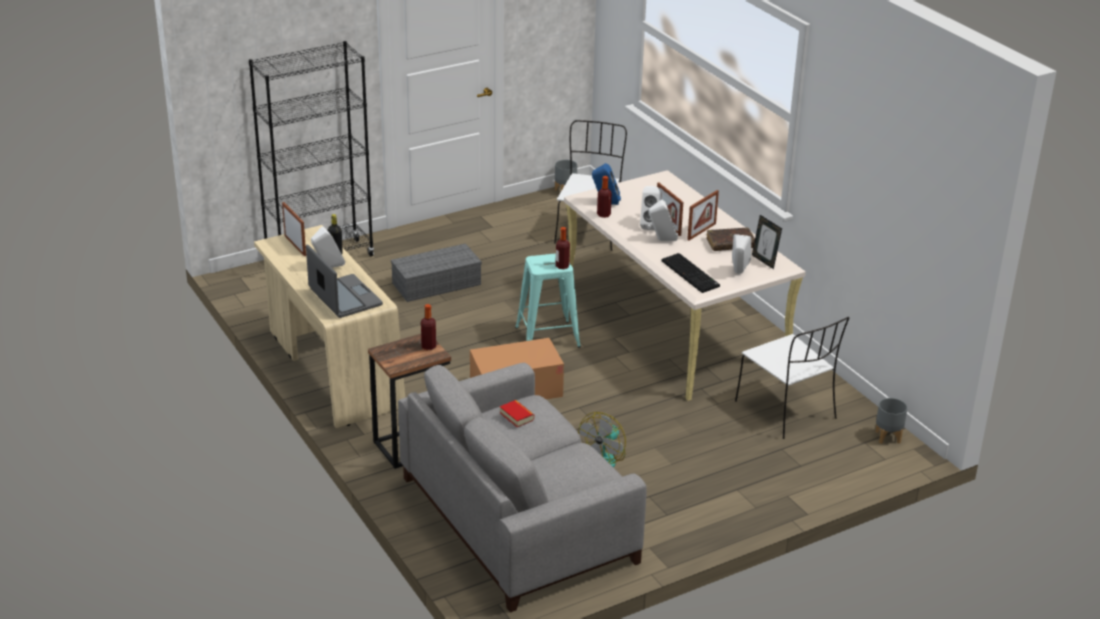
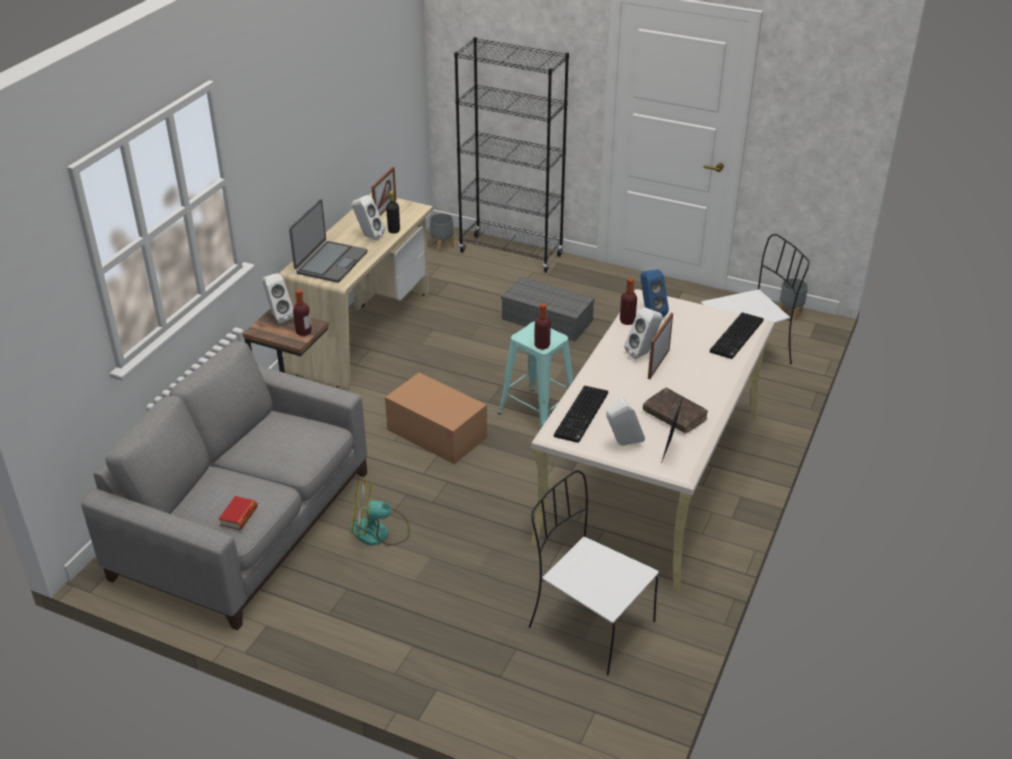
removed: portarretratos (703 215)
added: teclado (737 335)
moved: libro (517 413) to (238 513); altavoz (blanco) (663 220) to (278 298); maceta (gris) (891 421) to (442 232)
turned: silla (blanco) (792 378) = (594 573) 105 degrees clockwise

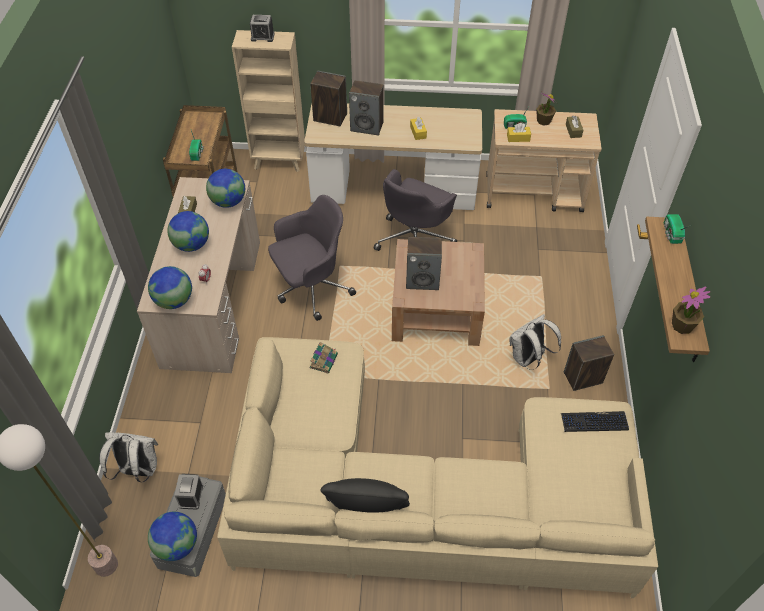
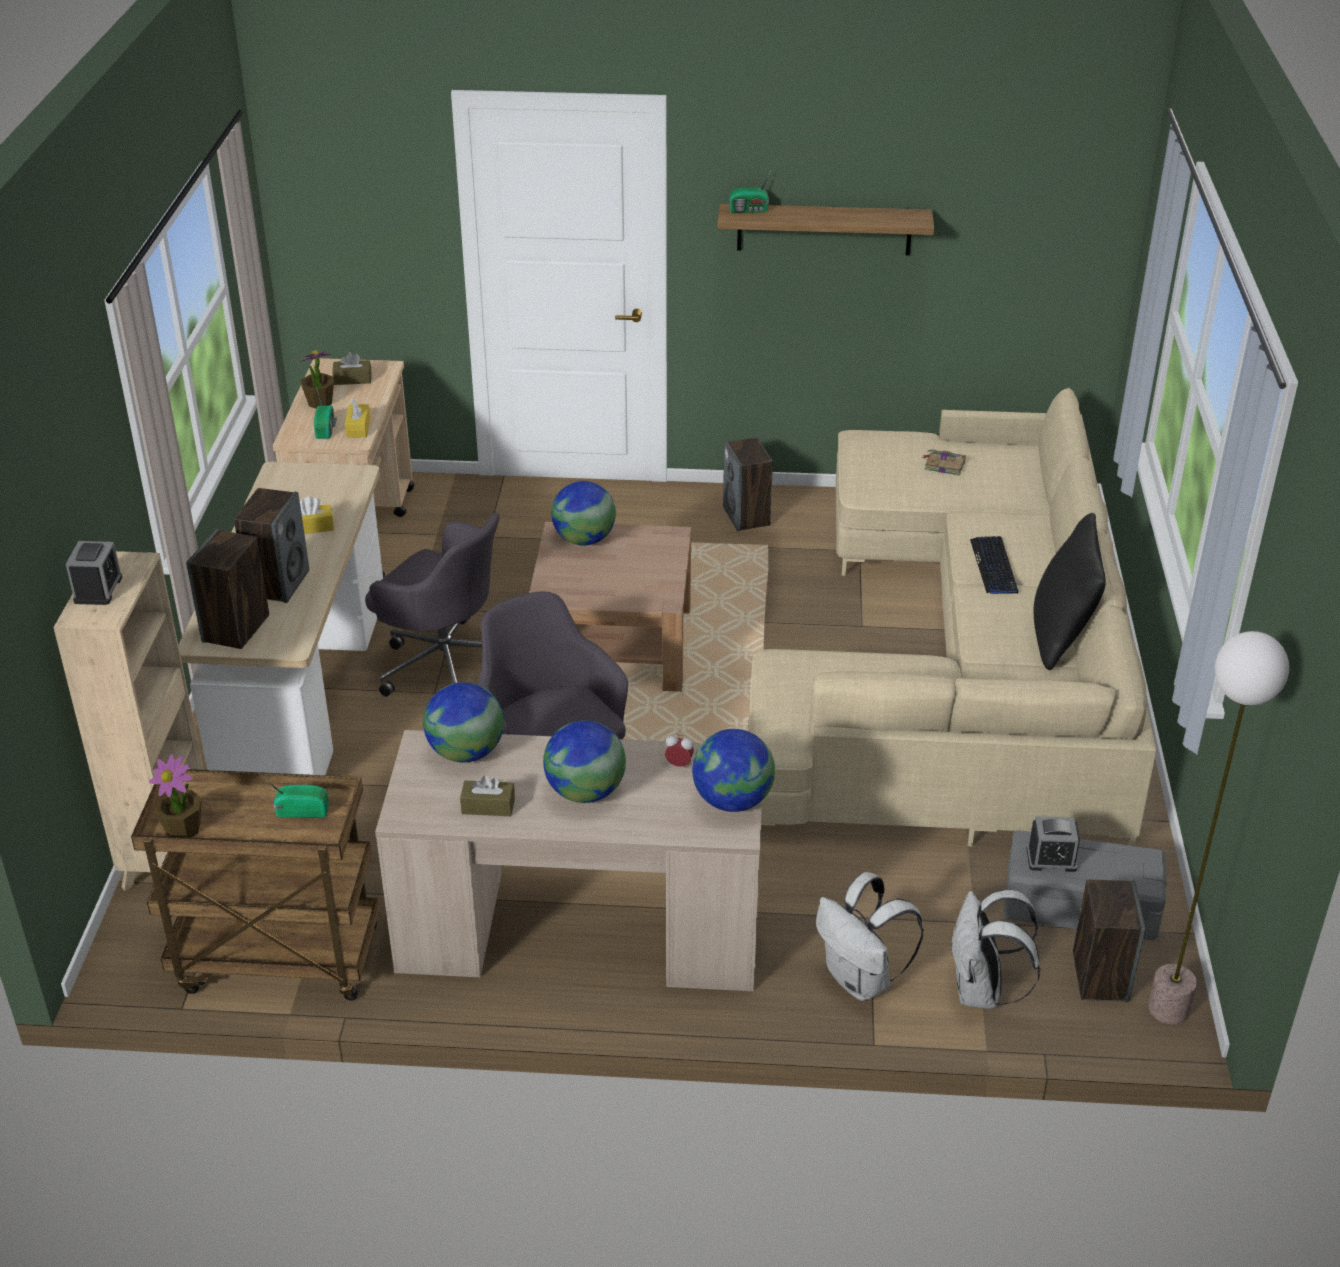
moved: globo terráqueo (172 536) to (583 513); libro (324 357) to (944 462); altavoz (424 263) to (1109 941); mochila (blanco) (535 342) to (870 936); teclado (595 421) to (994 565); planta en maceta (691 310) to (175 795)

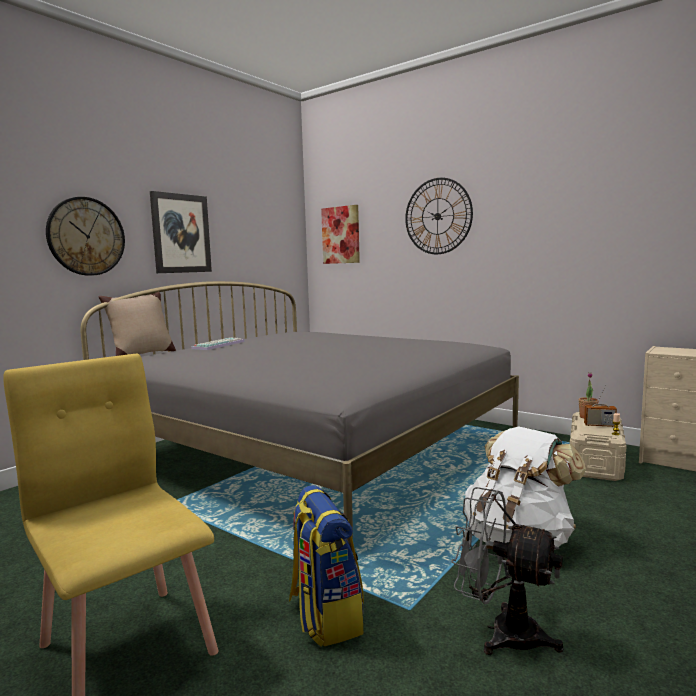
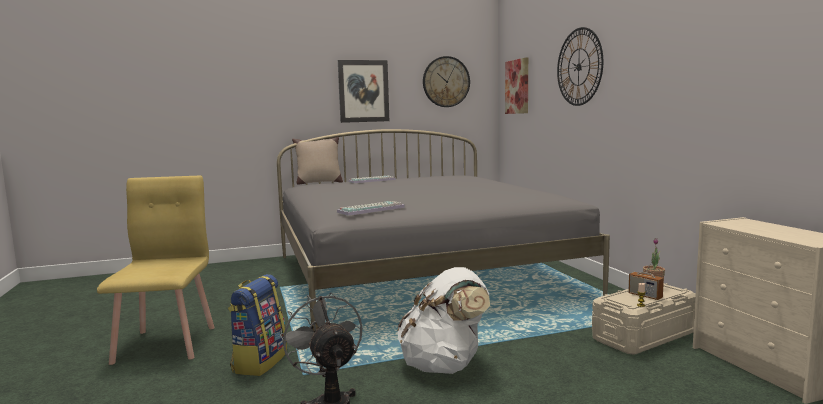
added: teclado (371 208)
moved: reloj de pared (85 236) to (446 81)

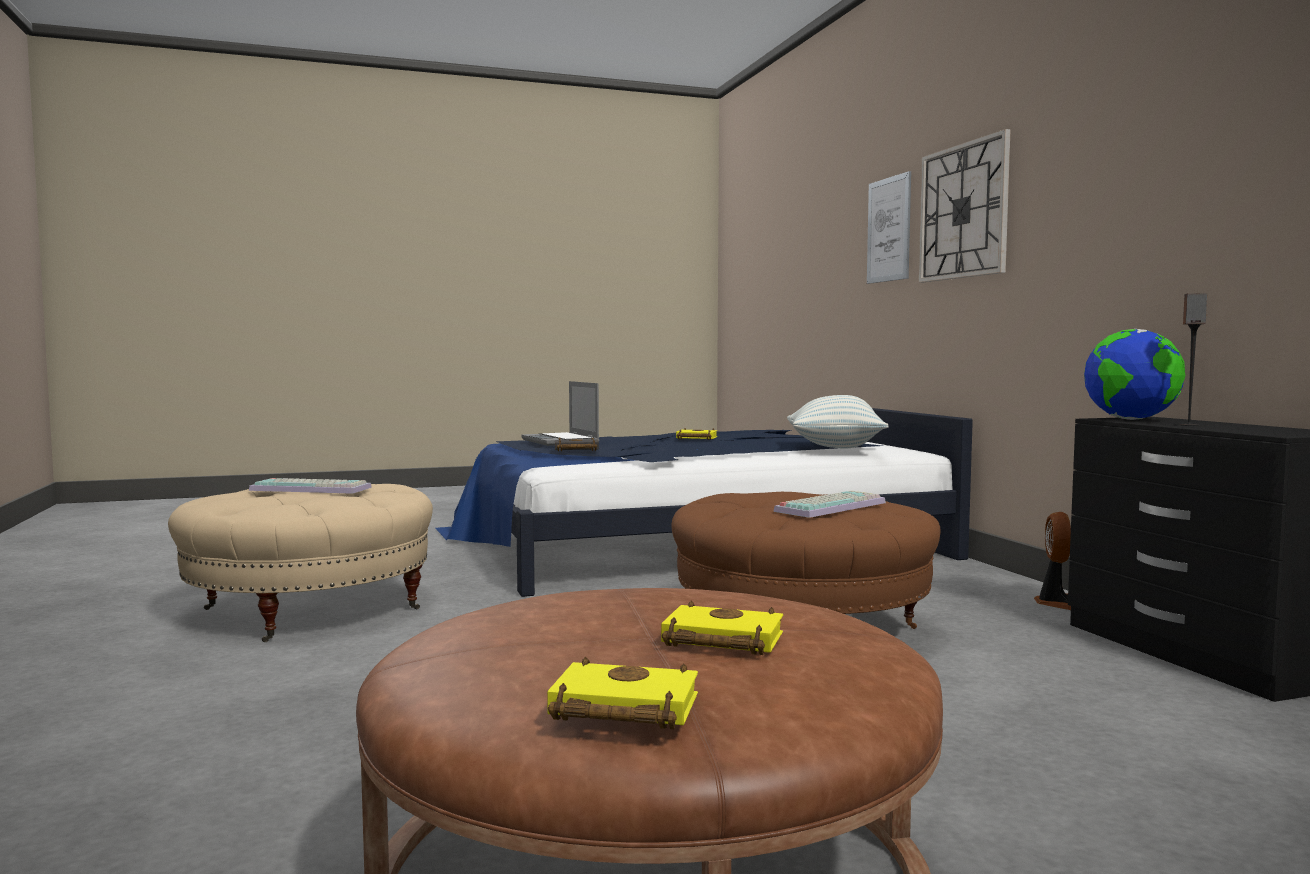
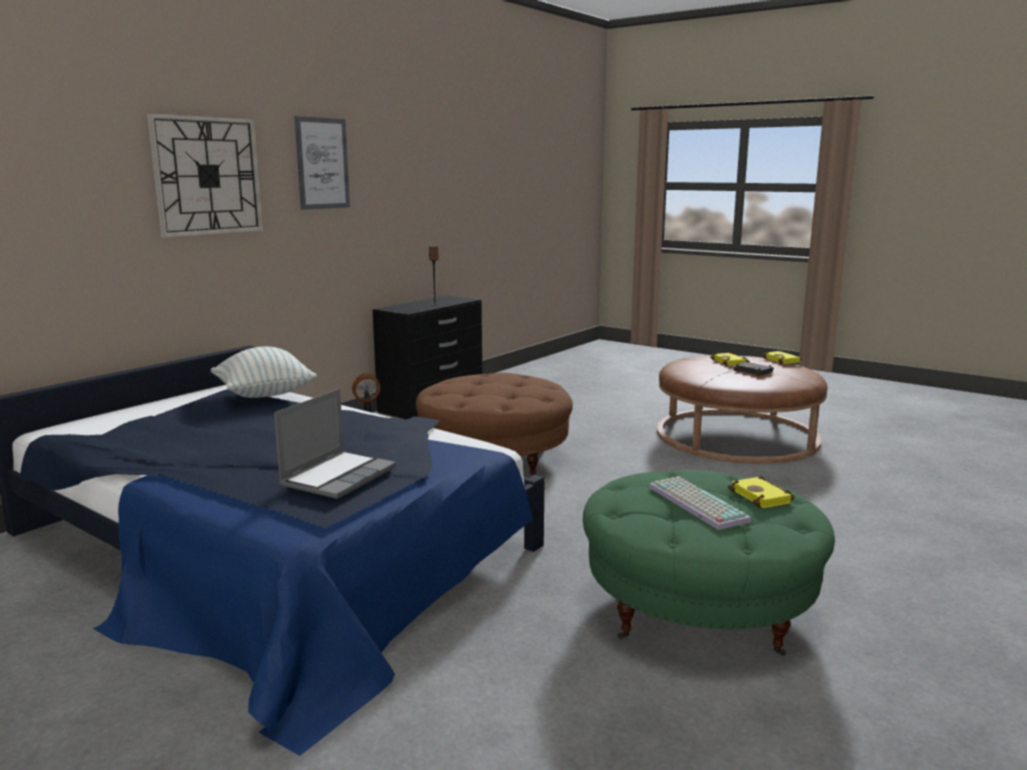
removed: teclado (829 504); globo terráqueo (1134 374)
moved: libro (negro) (577 444) to (753 368); libro (amarillo) (696 434) to (761 492); cuadro (889 227) to (322 163)
recoloured: puf (beis) (300 563) to puf (verde) (709 563)

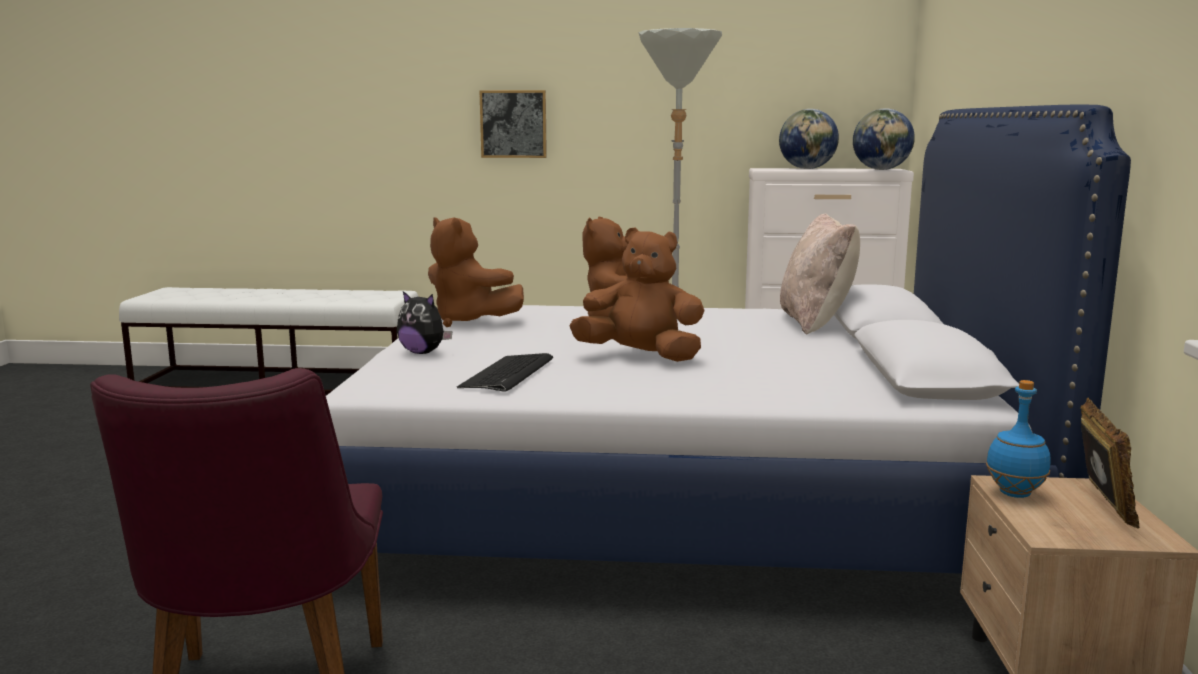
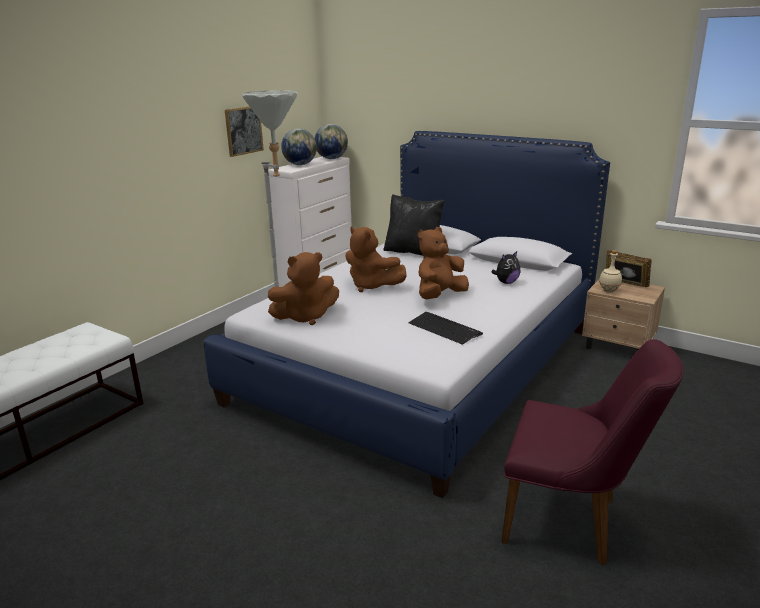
moved: peluche (425 322) to (506 267); cuadro (513 124) to (244 132)
recoloured: cojín (beis) (820 274) to cojín (negro) (413 225); botella (azul) (1018 439) to botella (beis) (610 271)

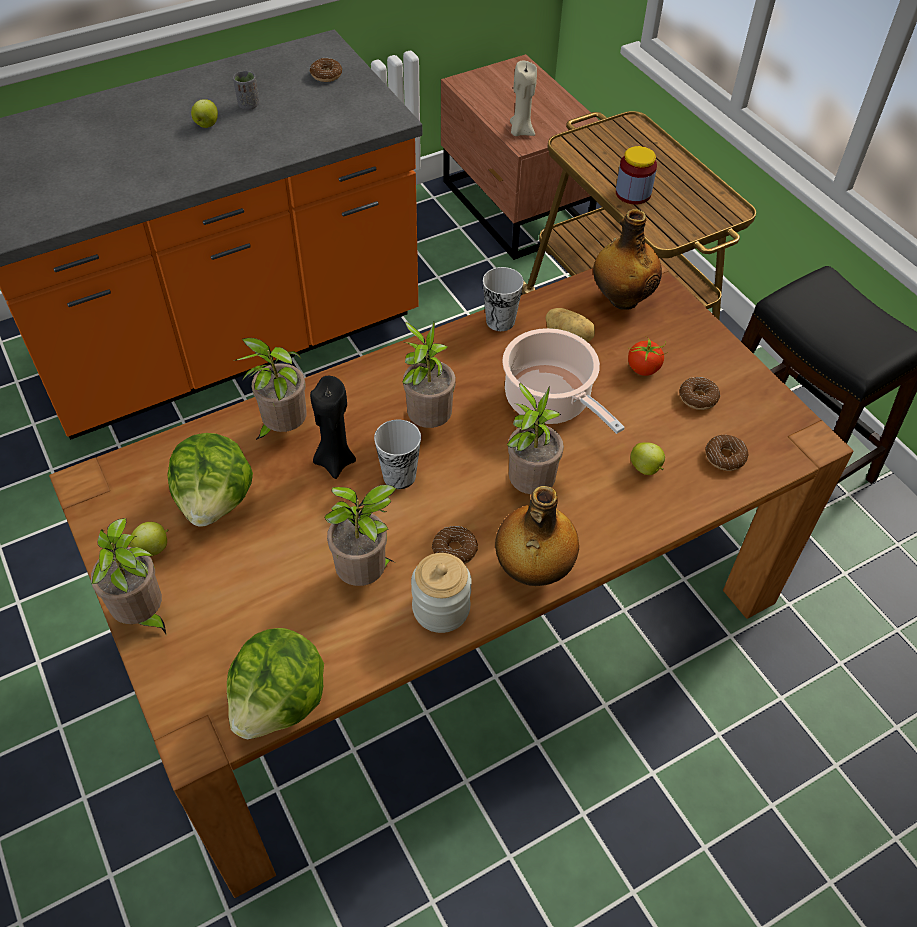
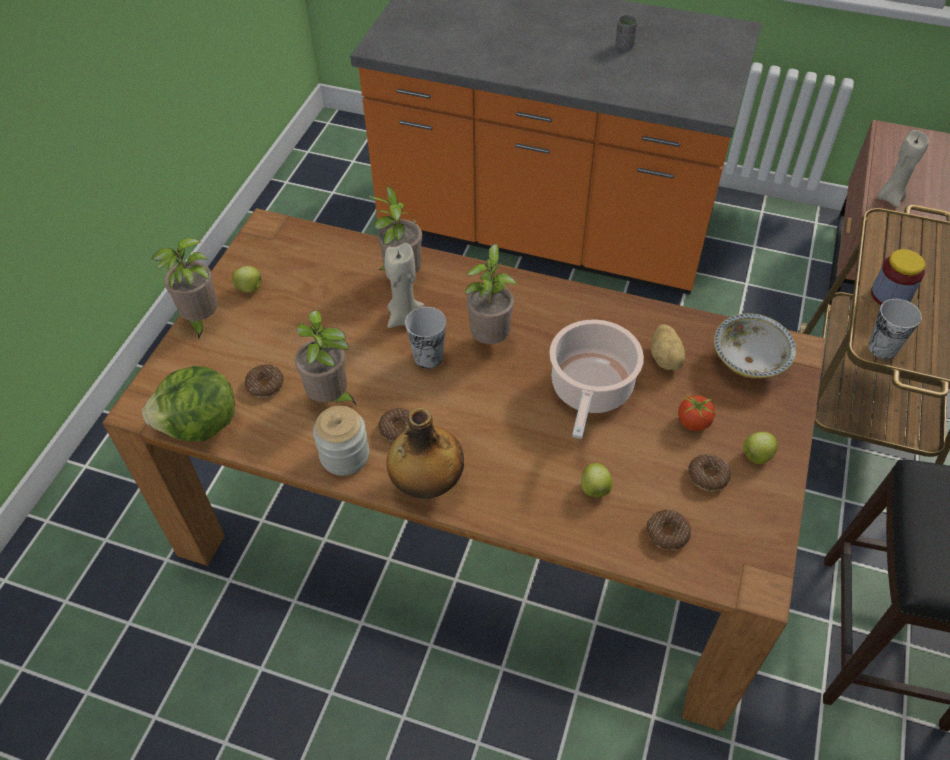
removed: lechuga (210 480); planta en maceta (535 439)
moved: manzana (204 113) to (760 448); rosquilla (326 70) to (264 381); taza (503 299) to (895 329)
replaced: botella (627 259) to cuenco (755 345)
recoloured: vela (negro) (333 427) to vela (beis) (405 285)

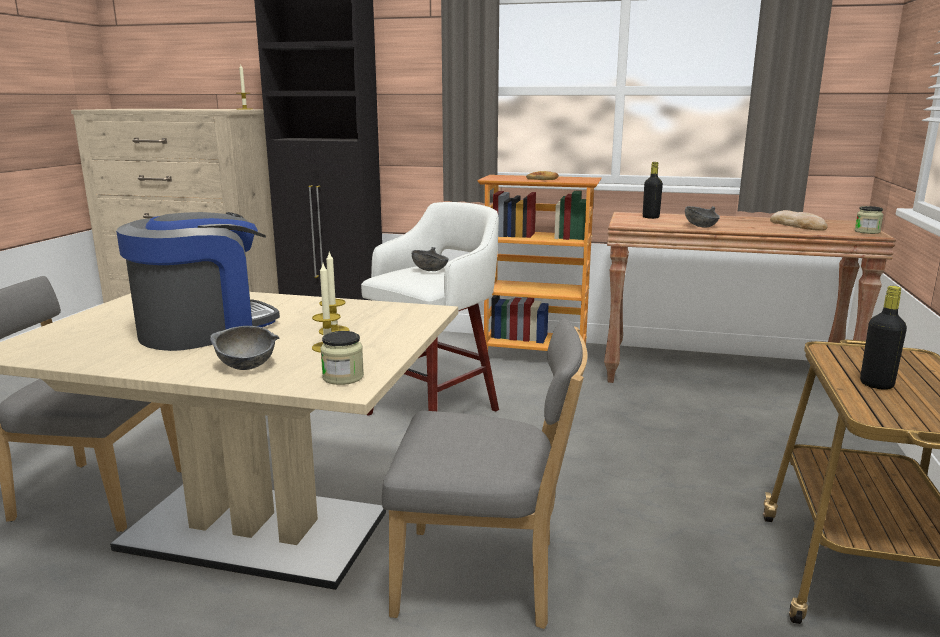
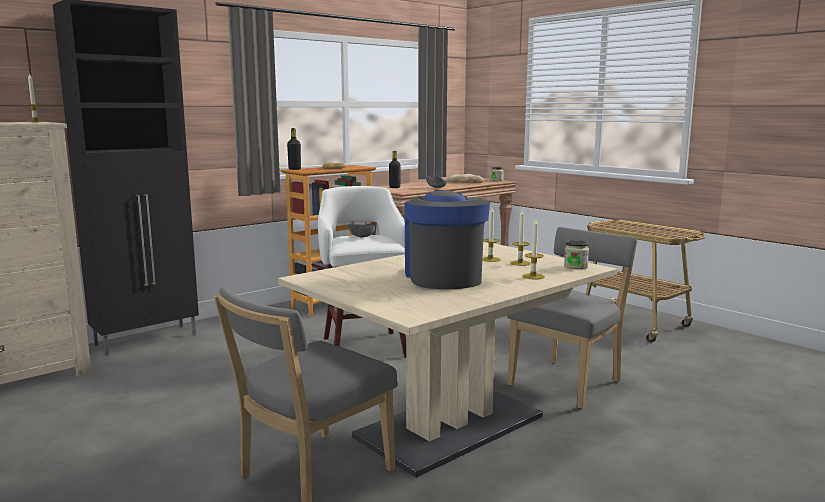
moved: botella (negro) (883 338) to (294 149)
replaced: cuenco (gris) (245 348) to vela (533 249)

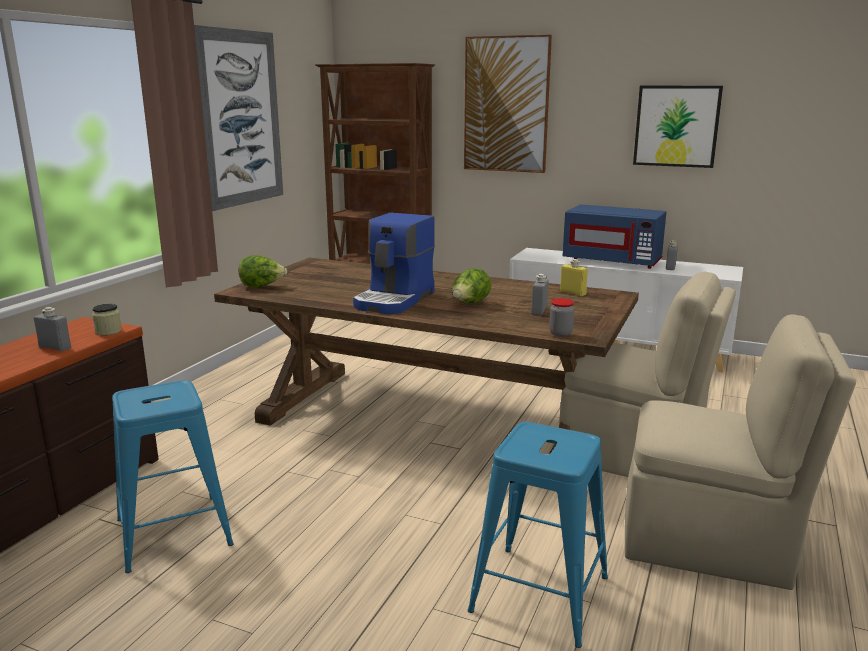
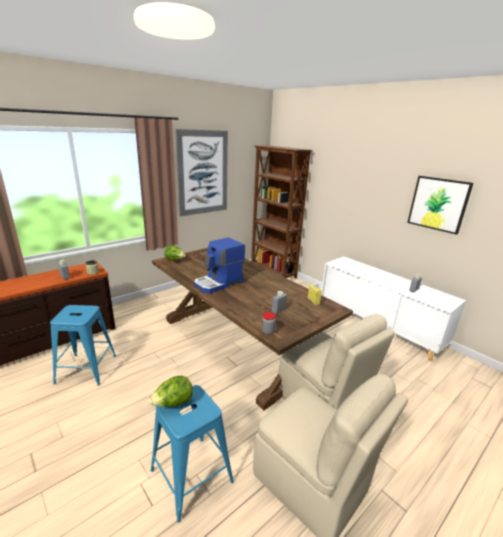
removed: cuadro (508 104); microondas (azul) (614 236)
moved: lechuga (471 285) to (171 391)

